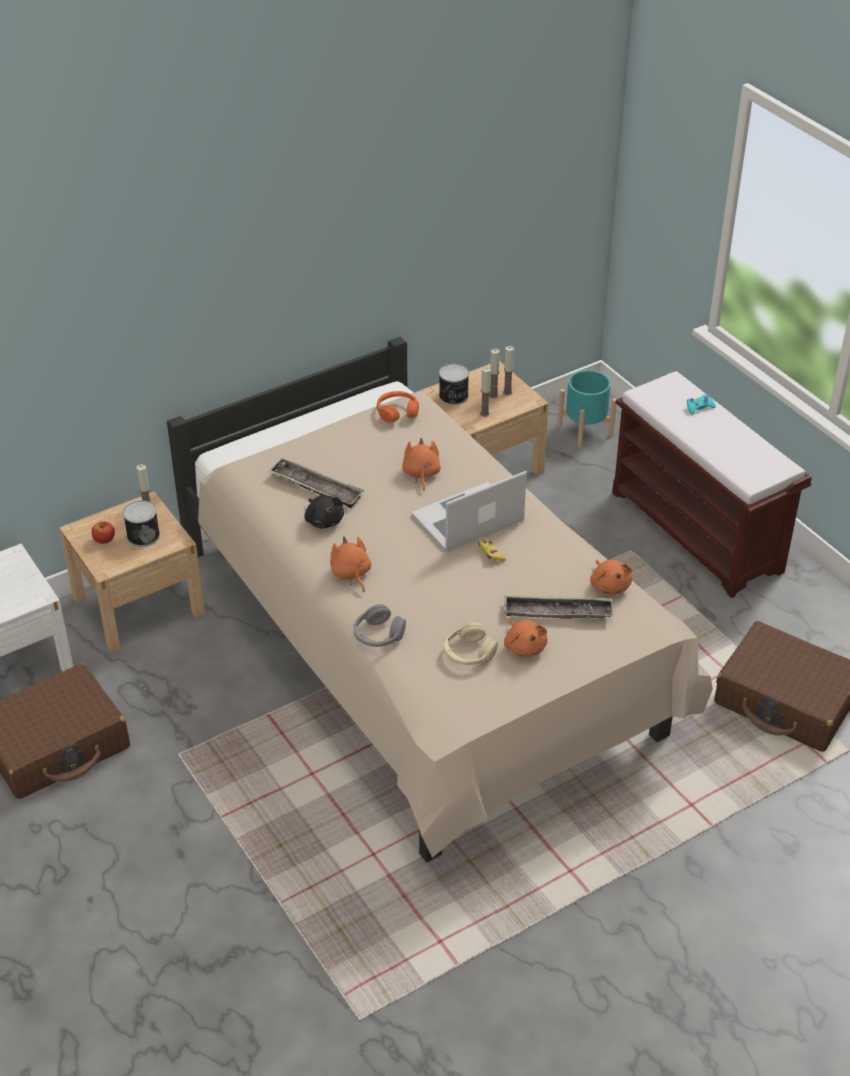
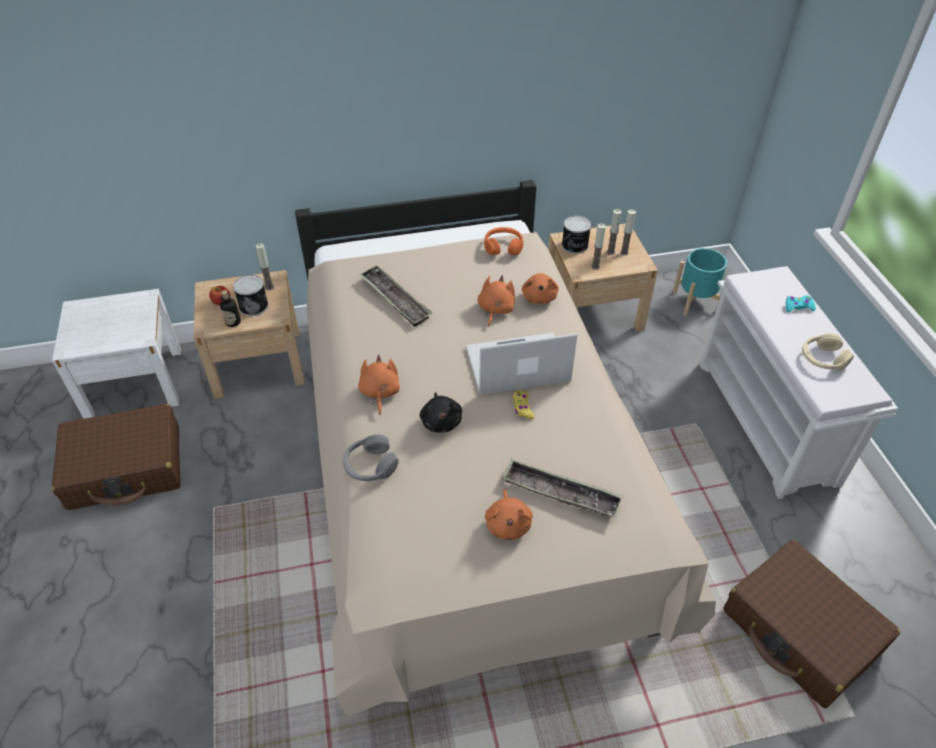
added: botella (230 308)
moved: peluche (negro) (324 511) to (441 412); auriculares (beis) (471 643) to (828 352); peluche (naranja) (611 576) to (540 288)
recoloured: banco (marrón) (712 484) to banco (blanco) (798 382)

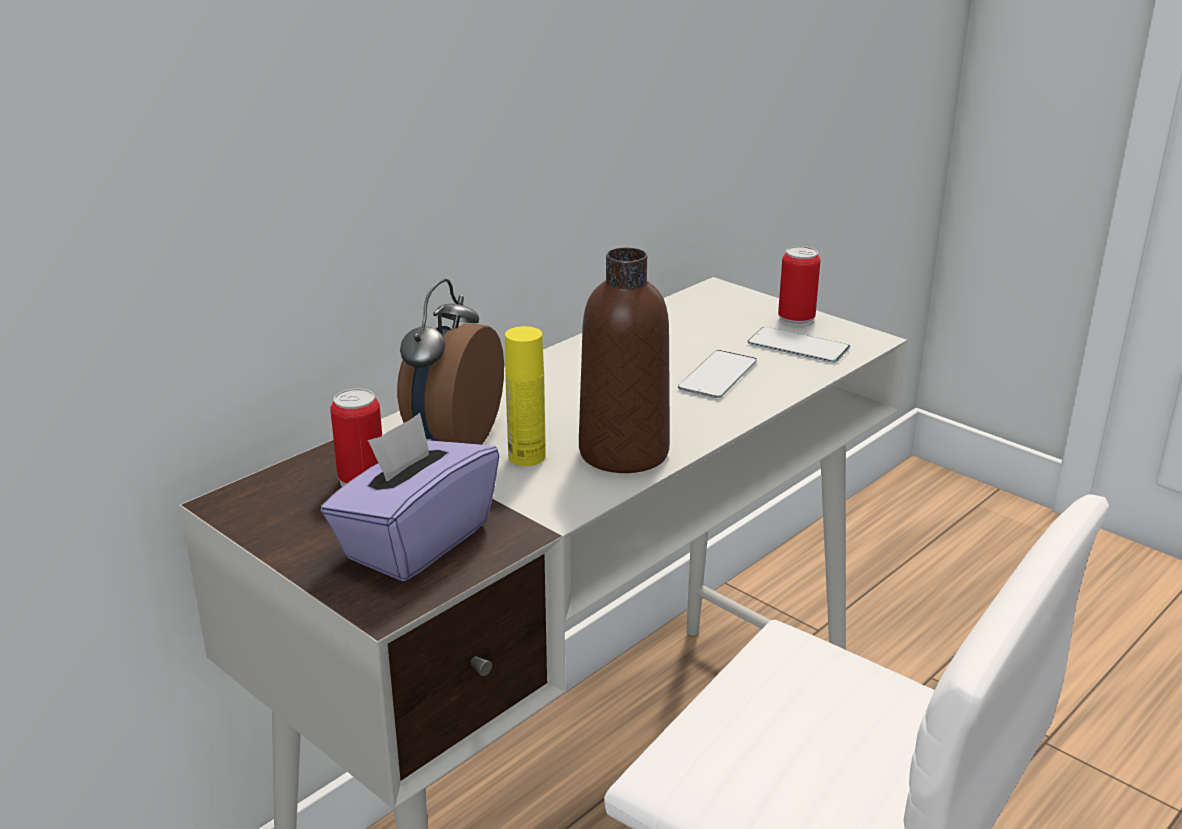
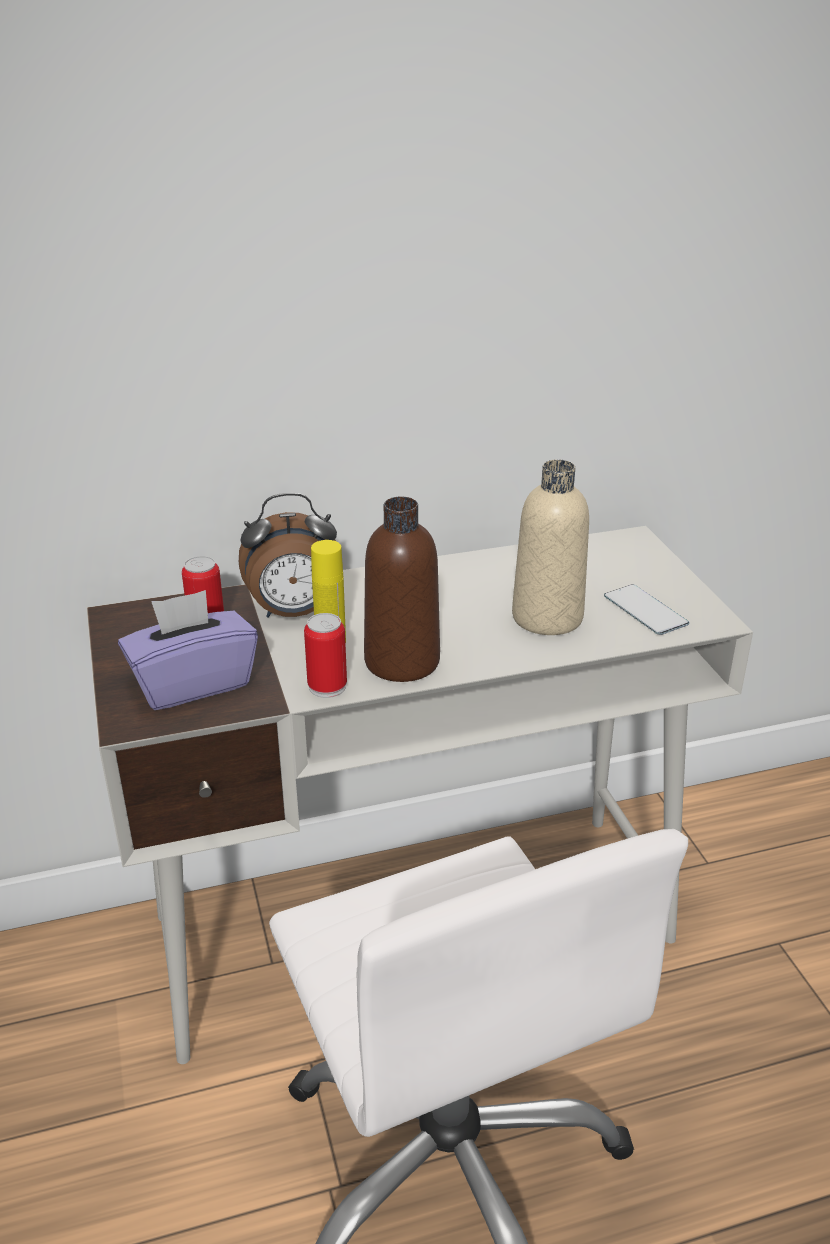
moved: lata (799 286) to (325 655)
replaced: móvil (717 374) to botella (beis) (550 547)
turned: despertador (450 361) = (288 555) 150 degrees counterclockwise

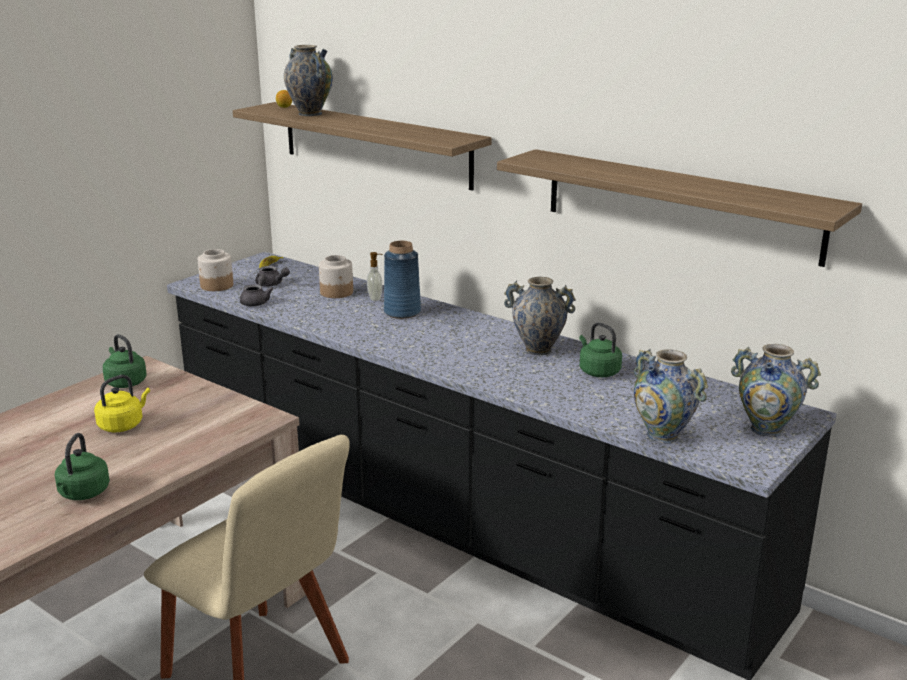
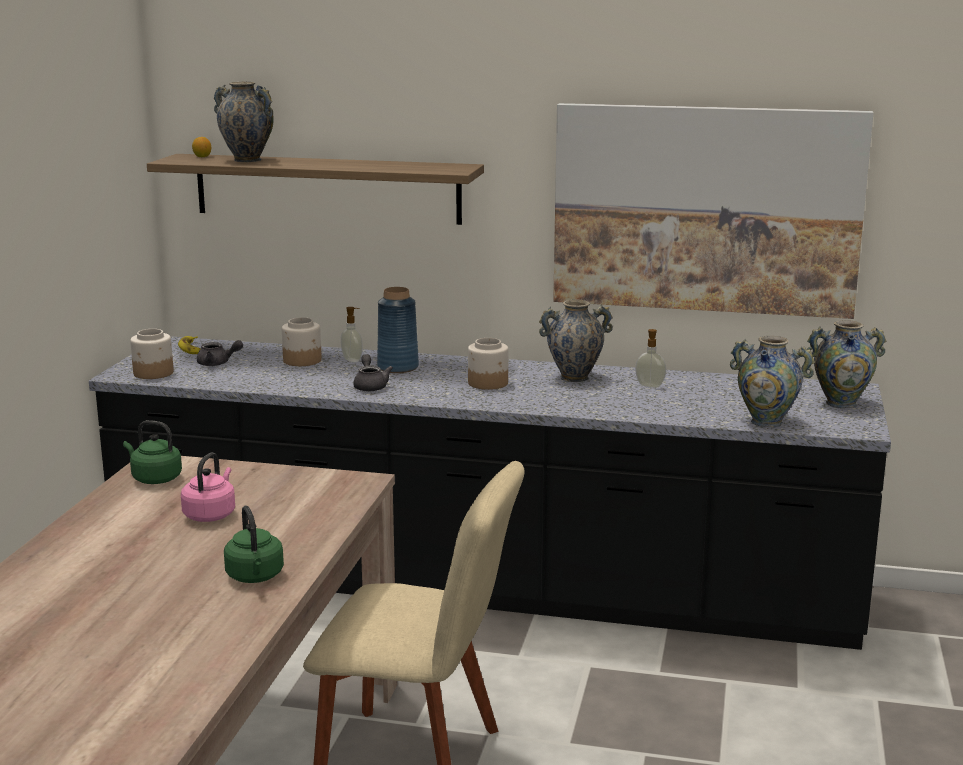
added: tarro (488 364)
moved: tetera (gris) (256 290) to (373 372)
replaced: estante (679 208) to cuadro (713 211); hervidor (verde) (600 349) to dispensador de jabón (650 358)
recoloured: hervidor (amarillo) (122 403) to hervidor (rosa) (208 487)

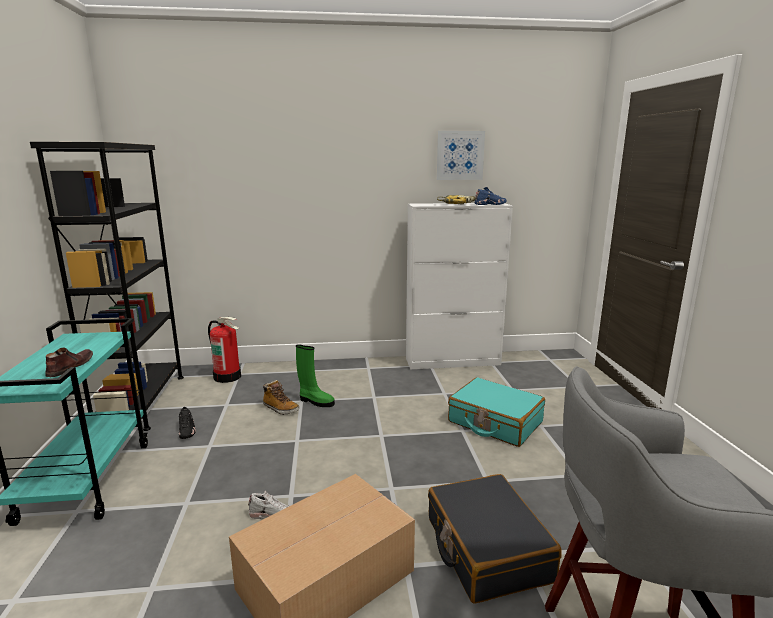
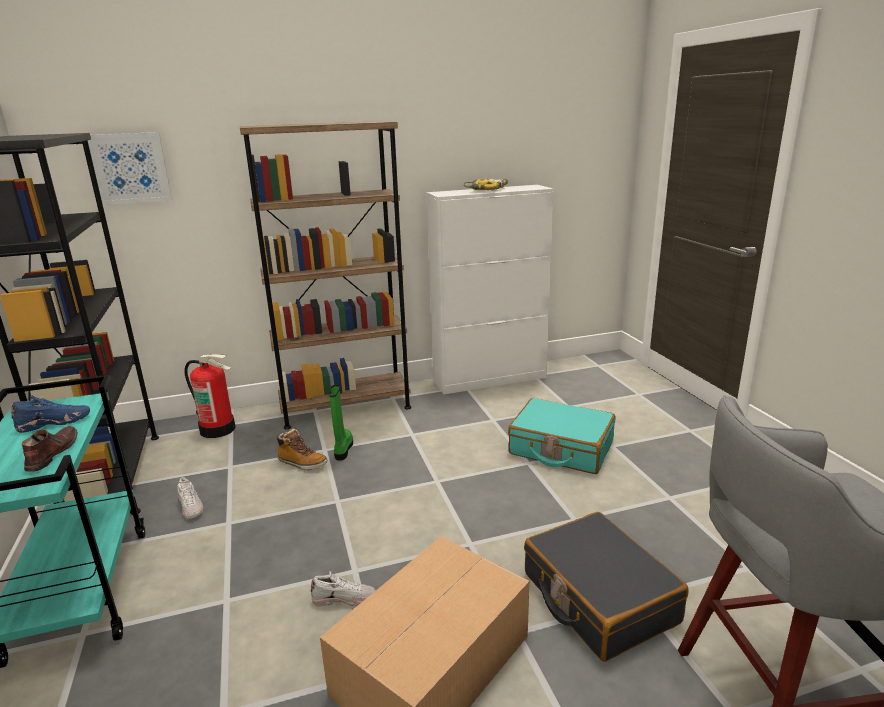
added: estantería (marrón) (325 275)
moved: cuadro (461 155) to (130 168); zapato (azul) (490 196) to (50 414)
recoloured: zapato (negro) (187 423) to zapato (blanco) (190 498)
turned: bota (verde) (315 375) = (341 422) 105 degrees counterclockwise

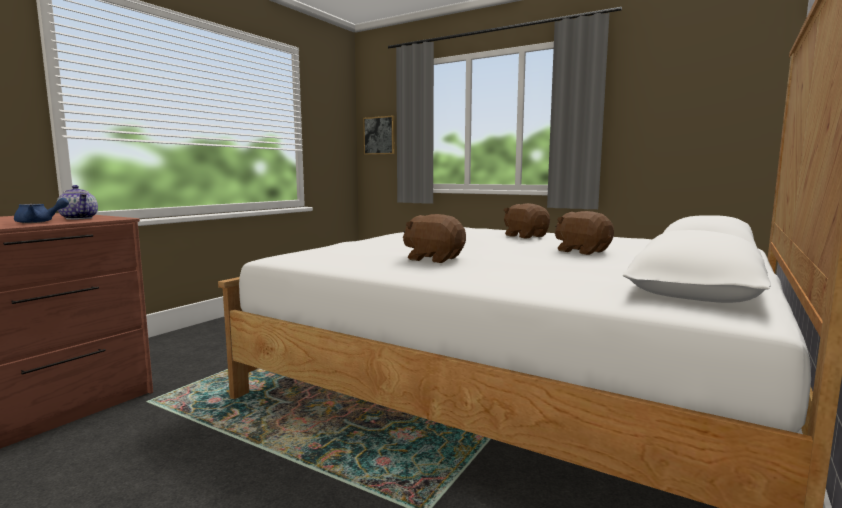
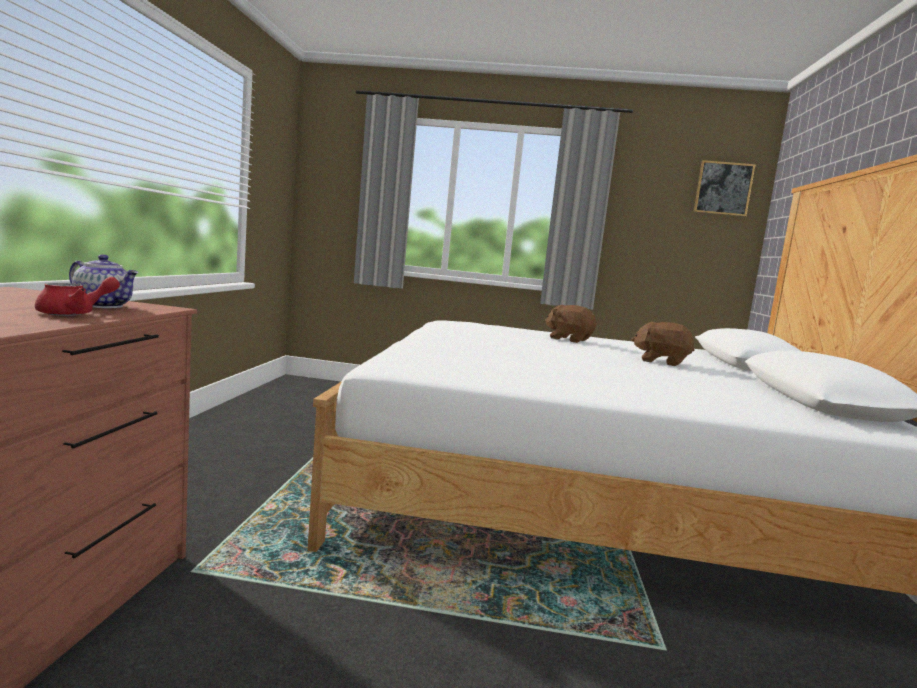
removed: peluche (marrón) (434 238)
moved: cuadro (379 135) to (725 188)
recoloured: tetera (azul) (41 210) to tetera (rojo) (77 296)

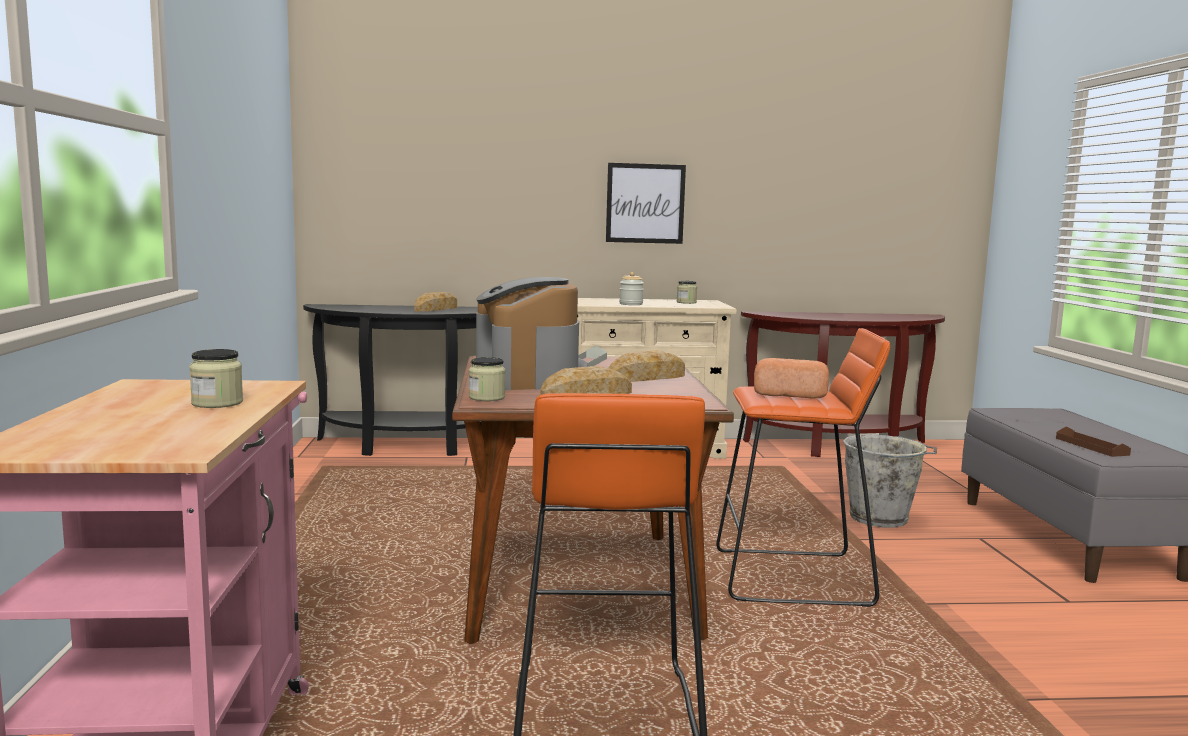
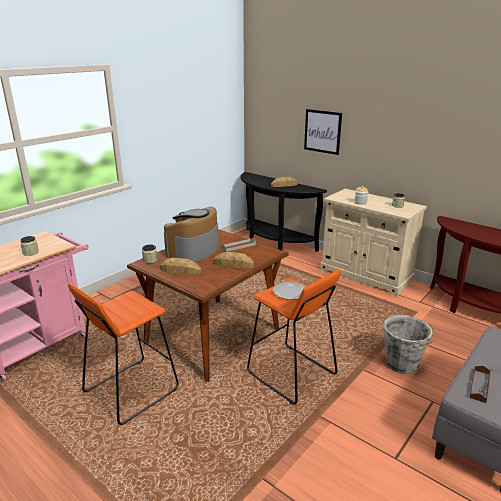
moved: cuadro (646 203) to (323 132)
replaced: pan (791 378) to plato (289 291)

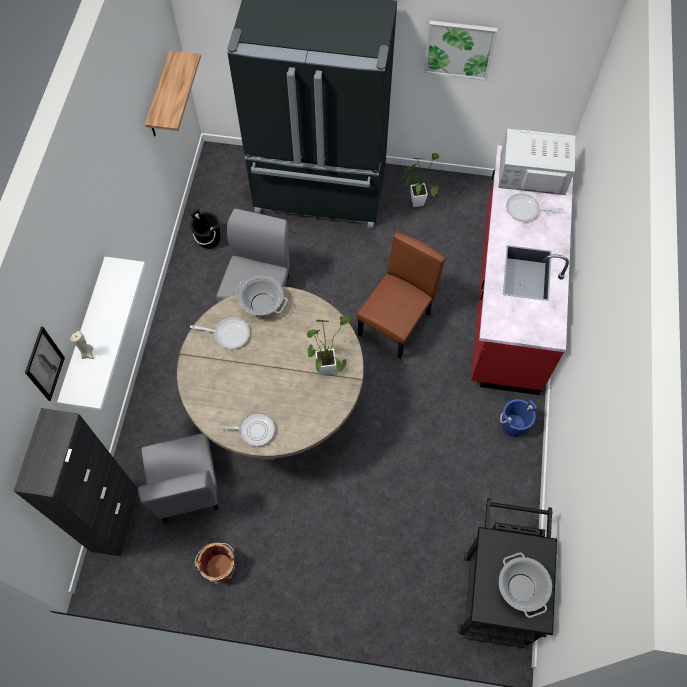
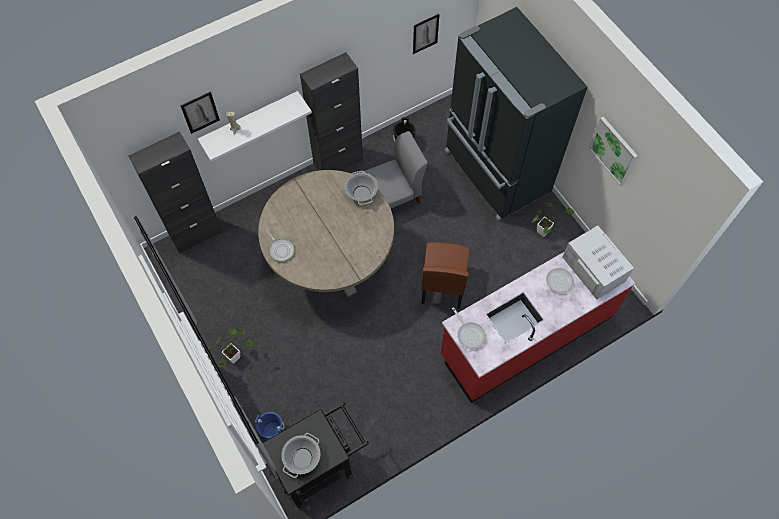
removed: silla (gris) (178 478); cubo (marrón) (215 563)
added: armario (negro) (331 111)
moved: sartén (220 333) to (469 328); planta en maceta (329 345) to (231 347); cubo (azul) (518 418) to (270 426)
replaced: estante (173 93) to cuadro (426 34)
turned: silla (marrón) (401 295) = (445 275) 105 degrees clockwise

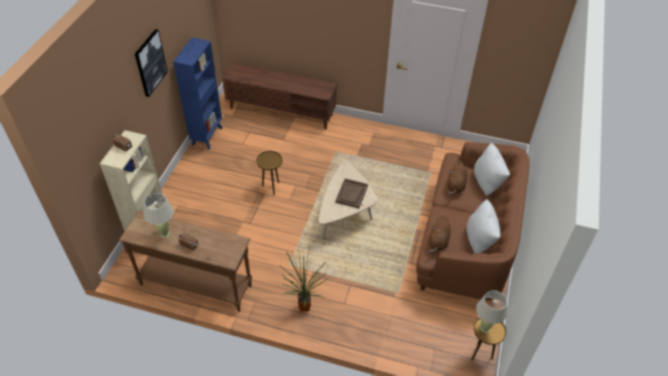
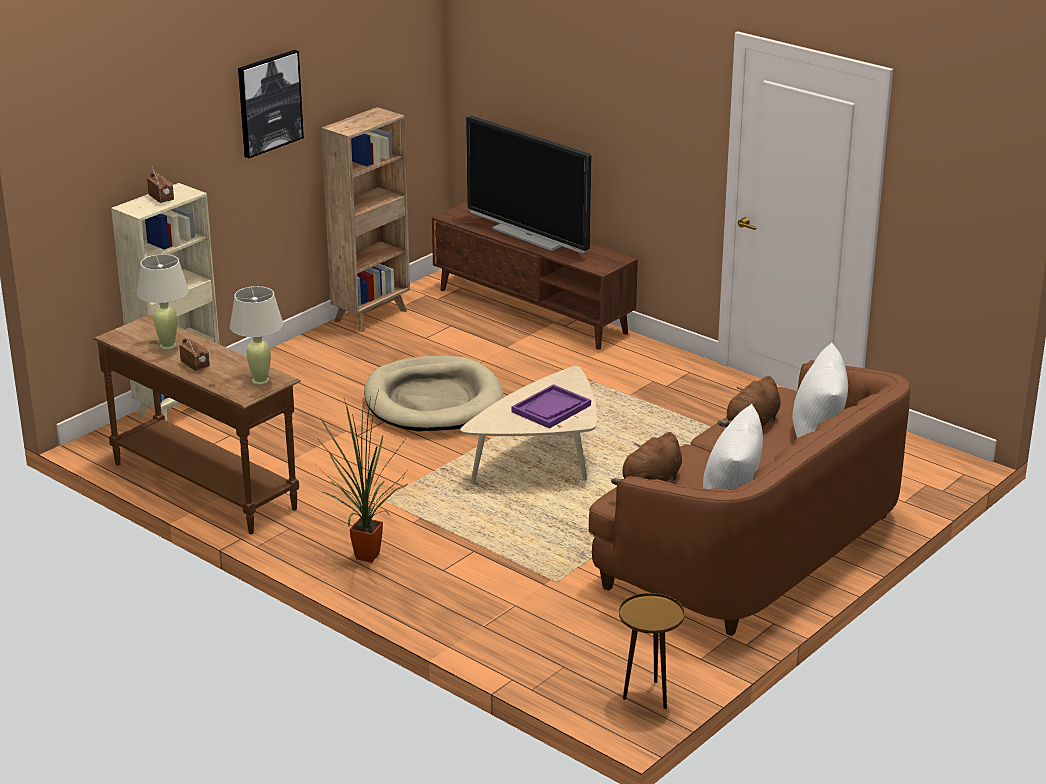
added: televisor (528 184)
moved: lámpara de mesa (beis) (491 312) to (256 335)
replaced: mesa auxiliar (marrón) (269 173) to cama para perro (beis) (433 394)
recoloured: estantería (azul) (198 93) to estantería (marrón) (365 219); bandeja (marrón) (351 193) to bandeja (morado) (551 406)

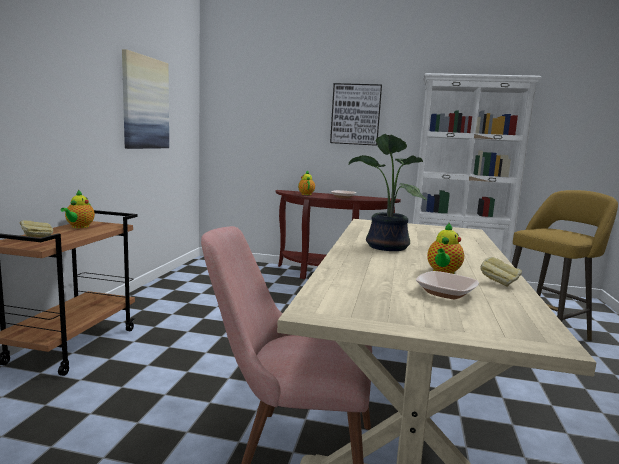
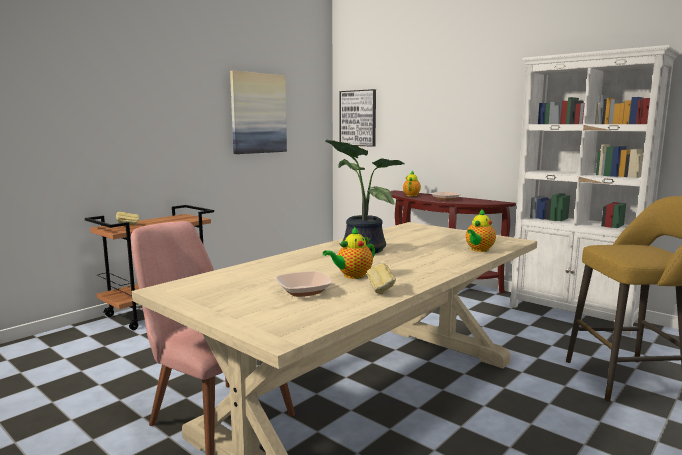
moved: tetera (77 209) to (481 230); cuadro (356 114) to (357 118)

